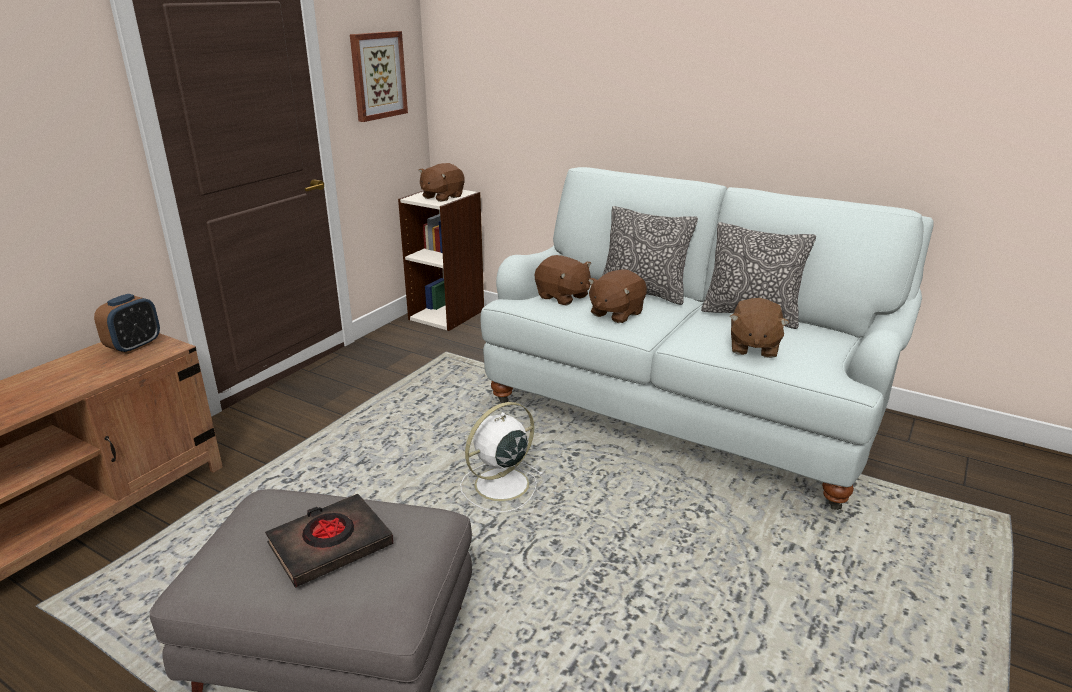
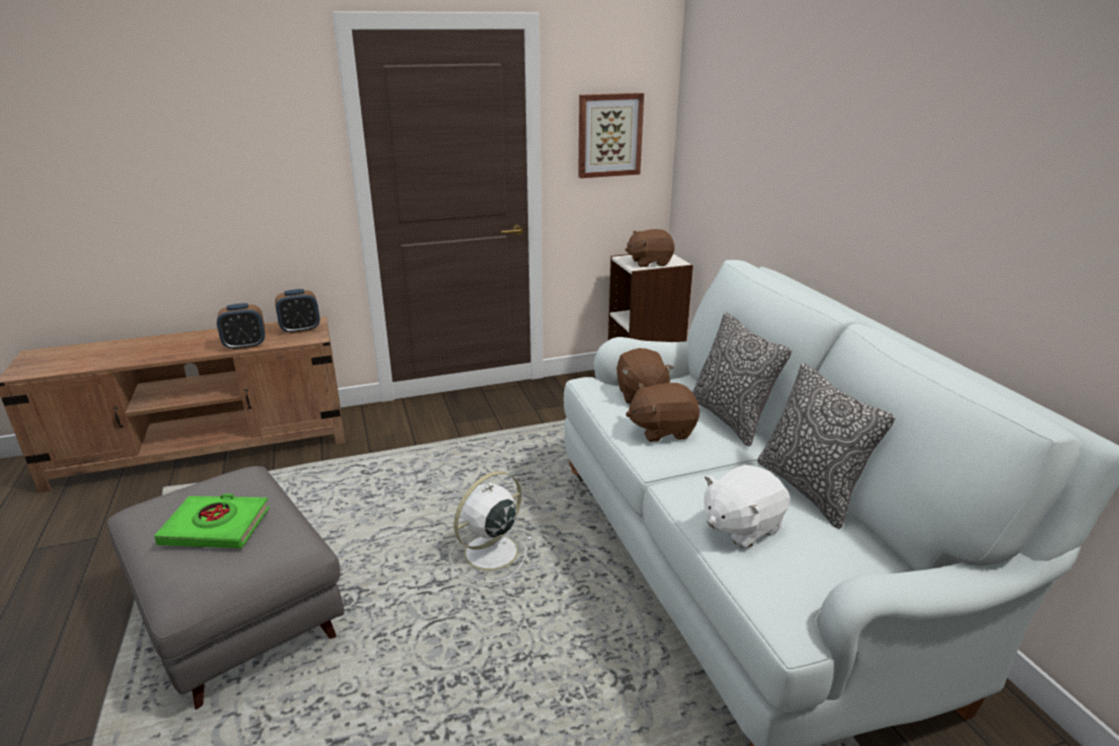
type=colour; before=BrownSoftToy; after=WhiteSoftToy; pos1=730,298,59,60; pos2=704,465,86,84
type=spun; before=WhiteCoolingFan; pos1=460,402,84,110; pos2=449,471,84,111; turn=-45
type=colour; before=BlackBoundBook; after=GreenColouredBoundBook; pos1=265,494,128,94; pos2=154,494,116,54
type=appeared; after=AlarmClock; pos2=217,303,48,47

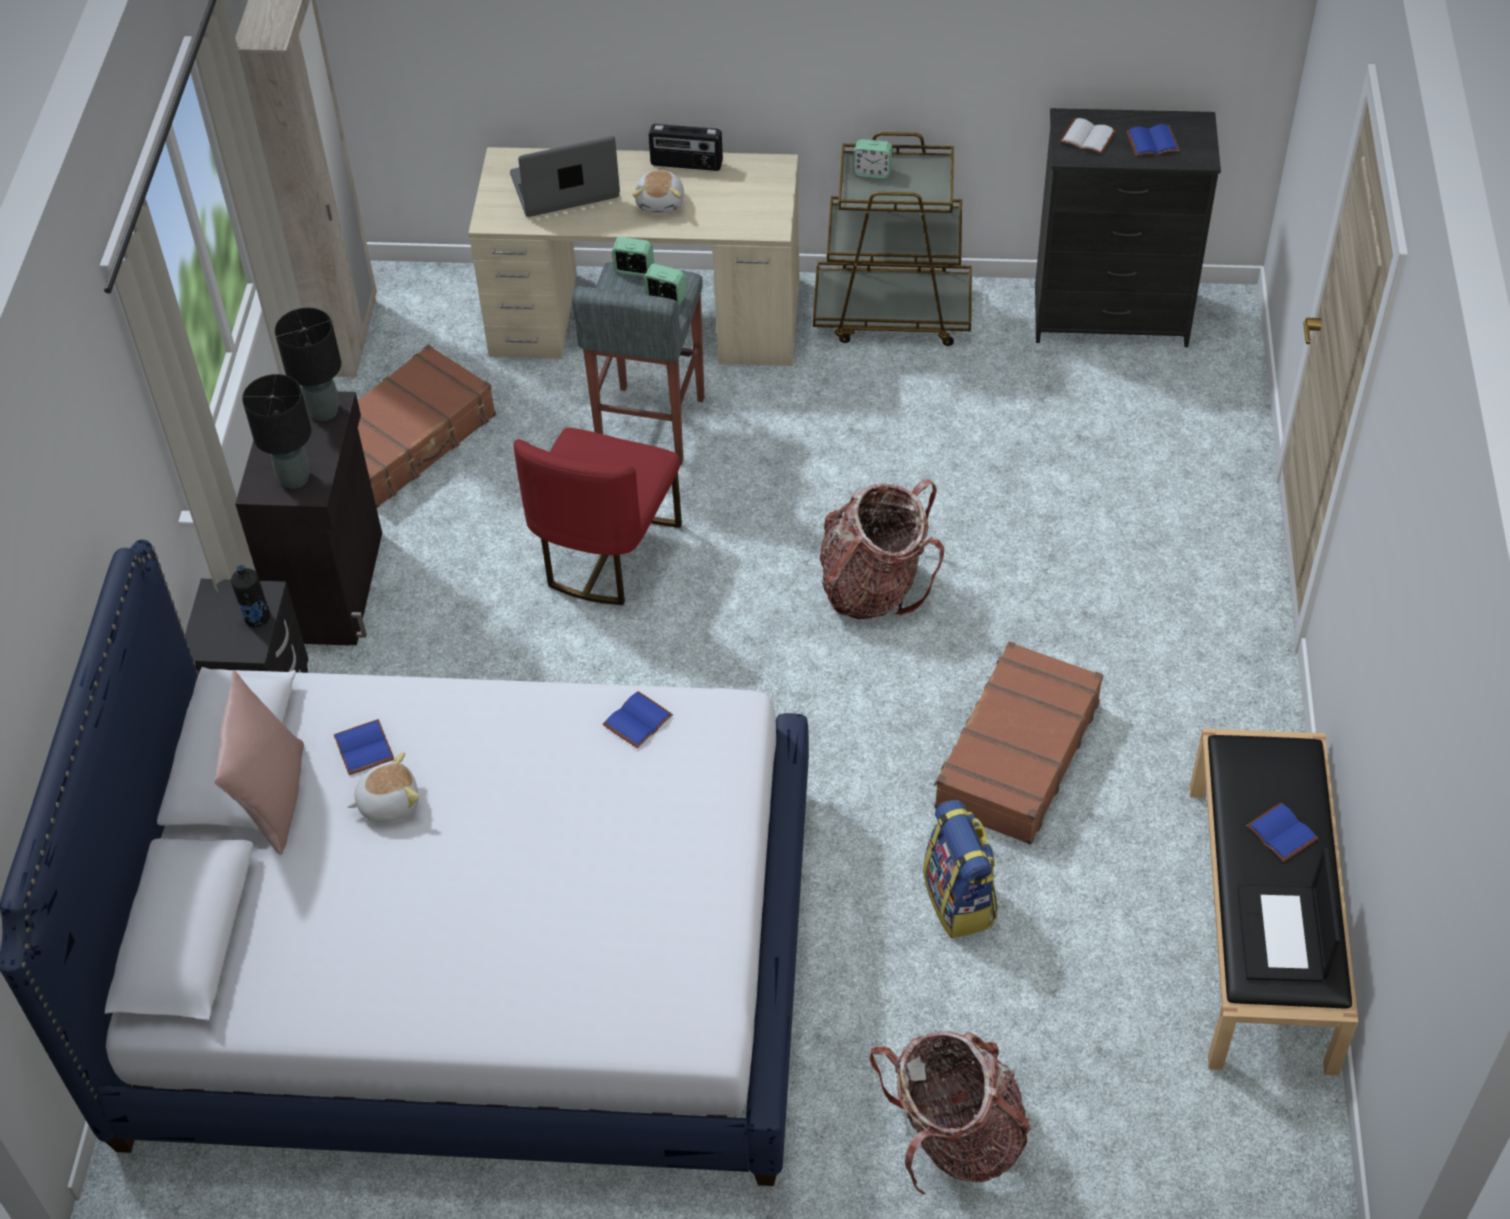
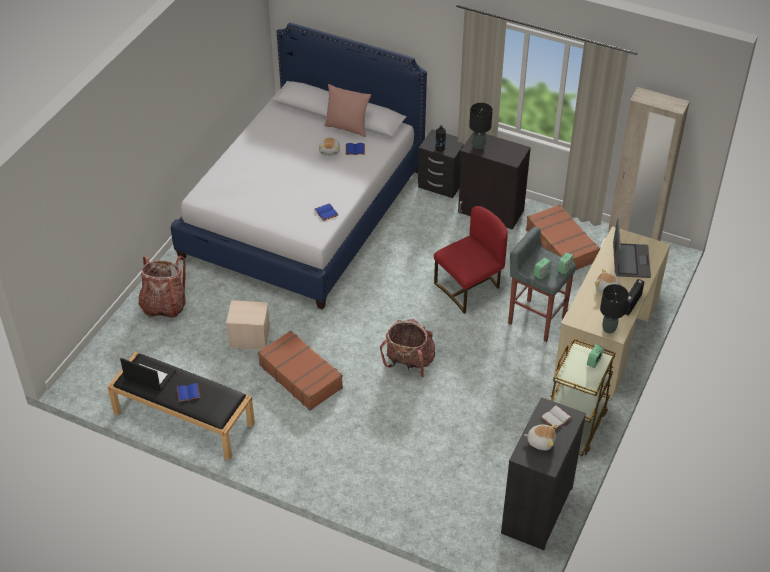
type=exchanged; before=BluishBoundBook; after=SoftToy; pos1=1126,124,54,33; pos2=524,424,33,26
type=relocated; before=BlackTabletopLamp; pos1=275,308,66,113; pos2=600,284,29,49
type=spun; before=RedColouredPlainChair; pos1=513,428,169,177; pos2=434,206,74,108; turn=105
type=exchanged; before=Knapsack; after=SandColouredStorageBox; pos1=923,800,75,138; pos2=226,300,44,50

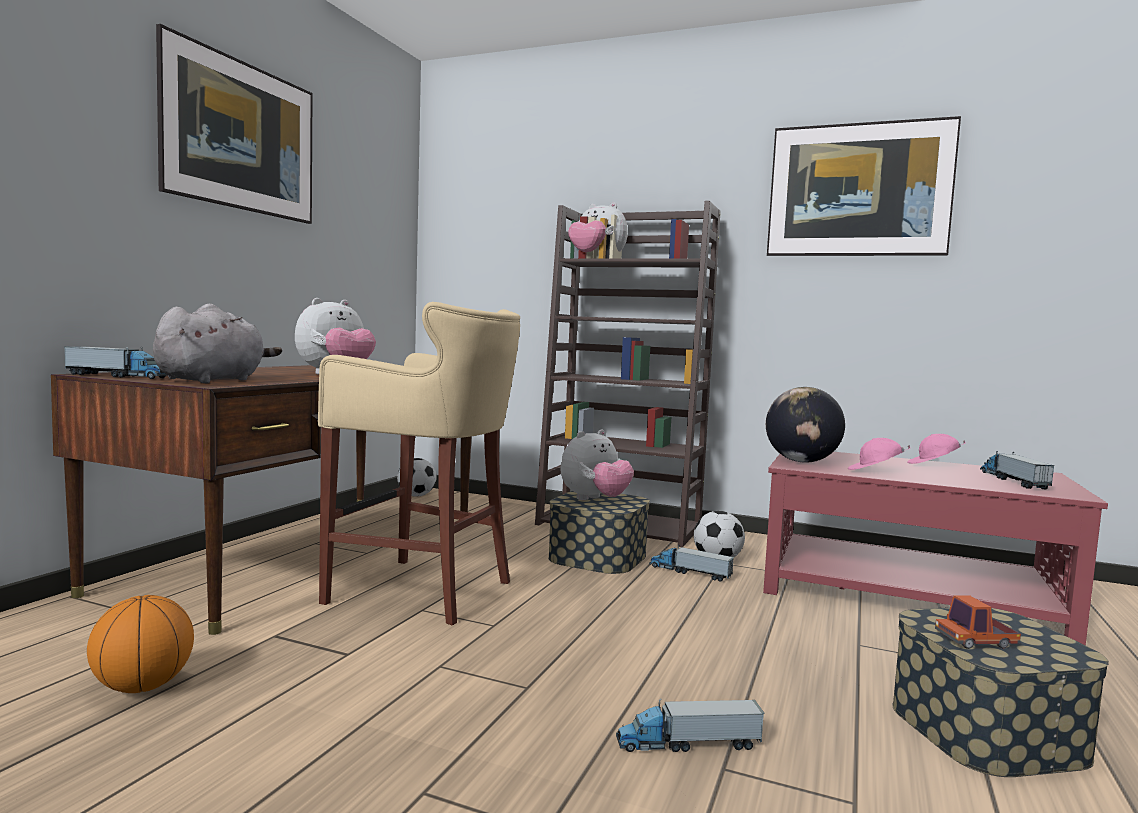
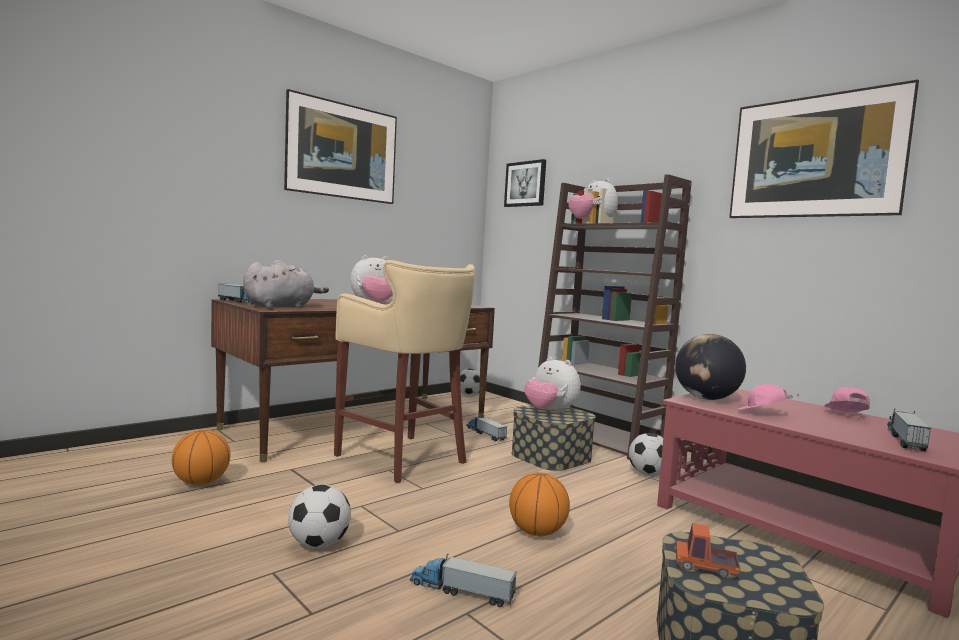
type=spun; before=SoftToy; pos1=560,430,74,70; pos2=524,357,56,56; turn=60
type=spun; before=PinkCap; pos1=907,434,59,30; pos2=824,387,46,25; turn=75
type=relocated; before=ToyLorry; pos1=649,545,85,37; pos2=466,417,41,24
type=appeared; after=WallPicture; pos2=504,159,42,48
type=appeared; after=Basketball; pos2=509,472,61,64
type=appeared; after=BallForFootball; pos2=288,485,63,64

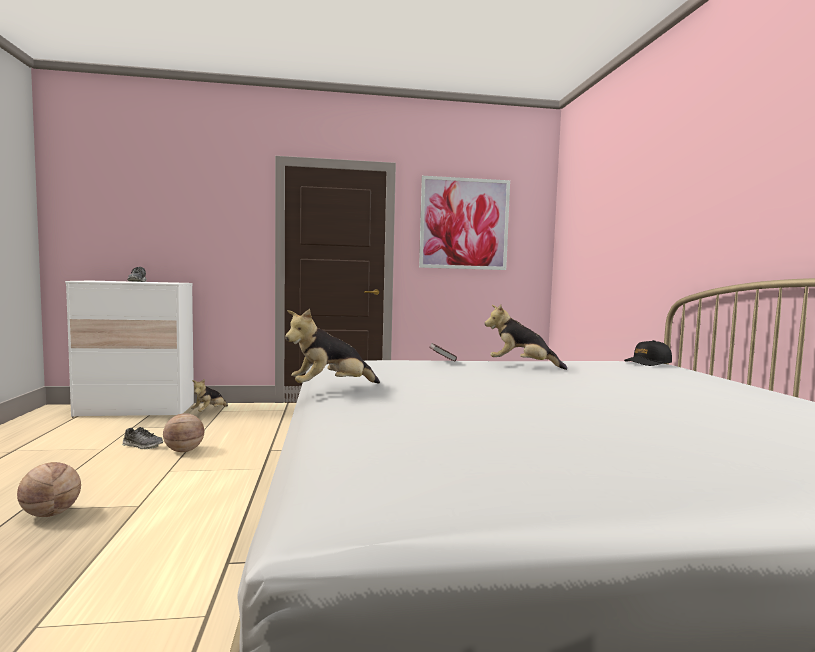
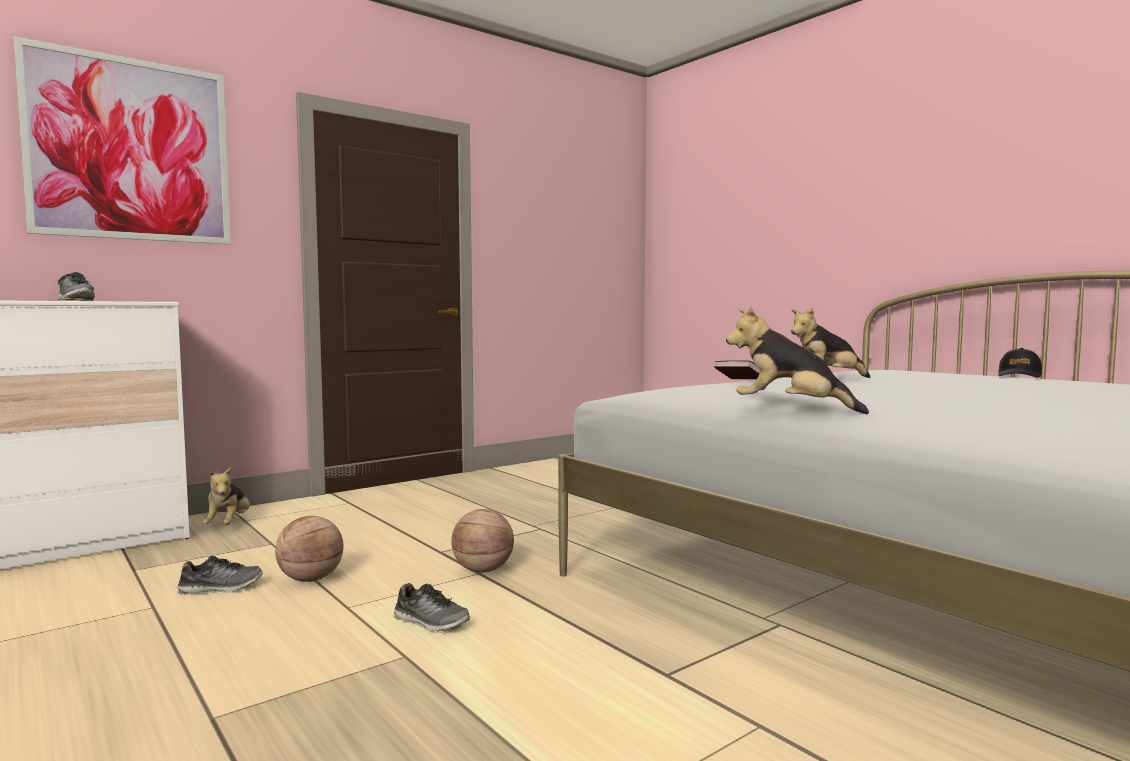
type=relocated; before=WallPicture; pos1=419,176,91,94; pos2=14,36,217,208
type=spun; before=SoftToy; pos1=285,309,95,74; pos2=726,306,143,108; turn=90
type=relocated; before=BlackCap; pos1=624,340,48,26; pos2=998,348,44,30
type=relocated; before=Basketball; pos1=17,462,64,55; pos2=451,509,63,64
type=appeared; after=LowShoe; pos2=393,583,78,50

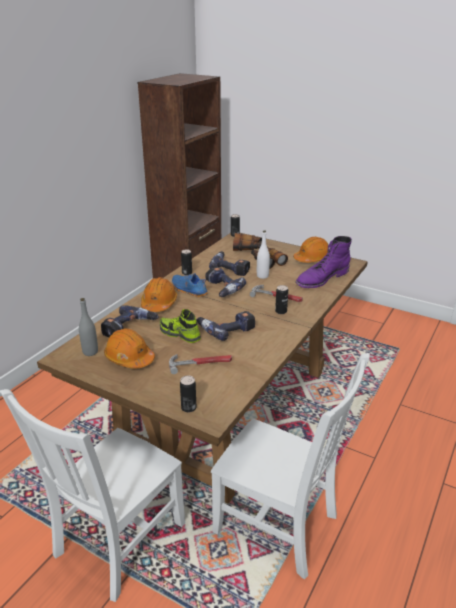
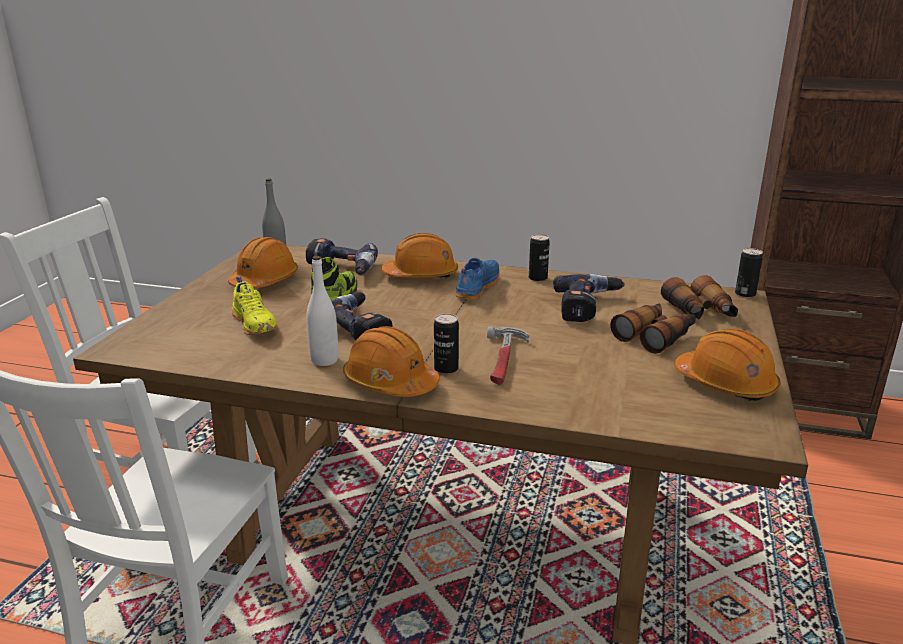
type=relocated; before=WhiteBottle; pos1=257,231,13,48; pos2=306,256,32,110
type=missing; before=PurplishTallBoot; pos1=295,236,57,52
type=missing; before=PowerDrill; pos1=205,267,41,30
type=exchanged; before=HandHammer; after=YellowishLowShoe; pos1=169,354,63,20; pos2=232,277,46,58
type=missing; before=SealedCan; pos1=180,376,16,36
type=appeared; after=OrangeSafetyHelmet; pos2=343,326,97,71

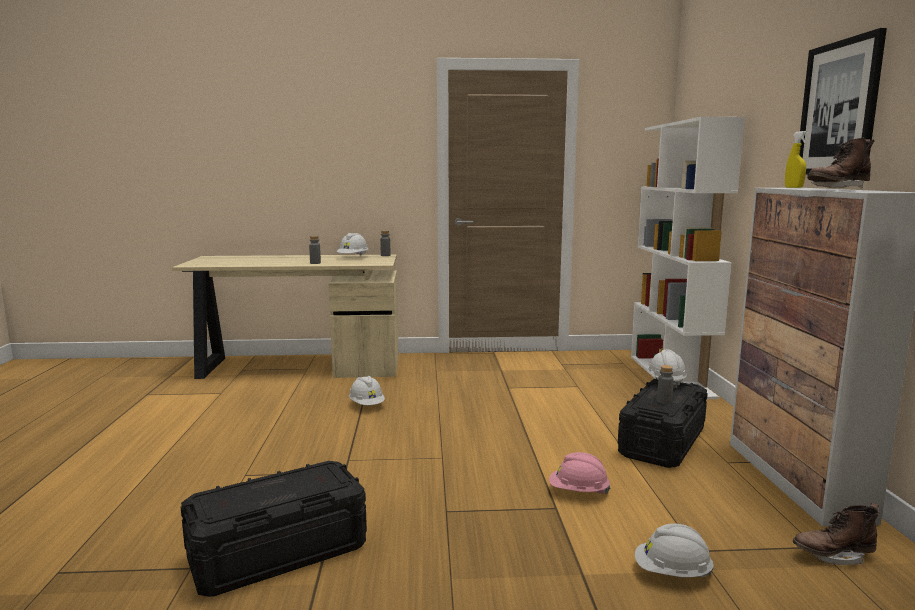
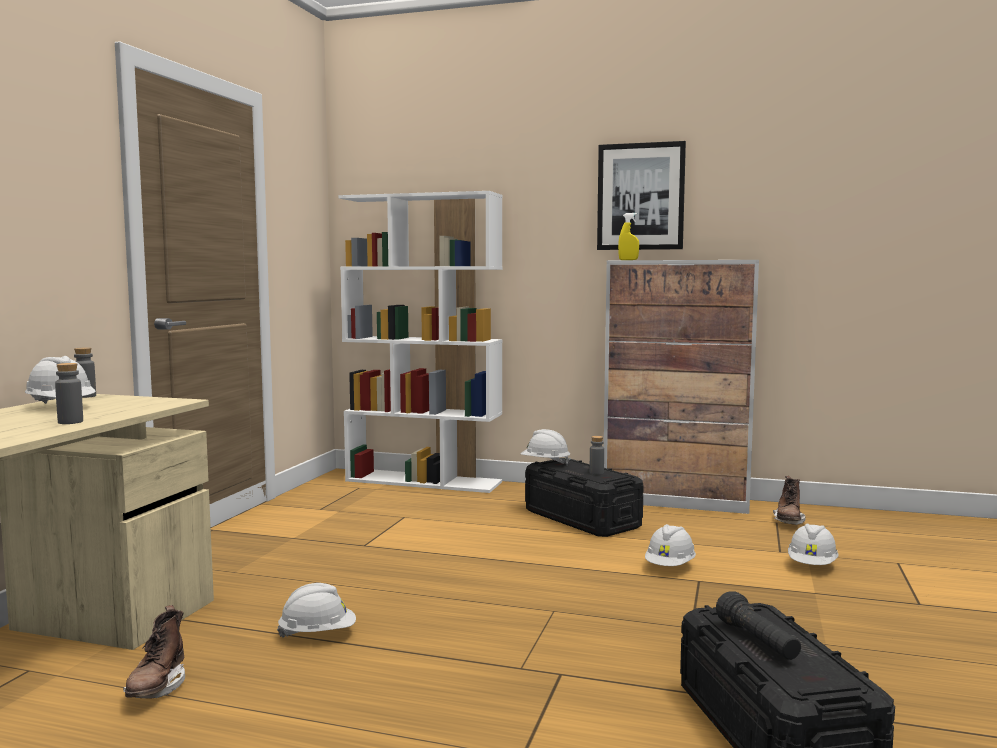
type=relocated; before=BrownTallBoot; pos1=807,138,67,52; pos2=123,605,62,94
type=colour; before=PinkSafetyHelmet; after=WhiteSafetyHelmet; pos1=549,452,61,42; pos2=645,524,51,42
type=appeared; after=BlackTorch; pos2=716,591,85,69

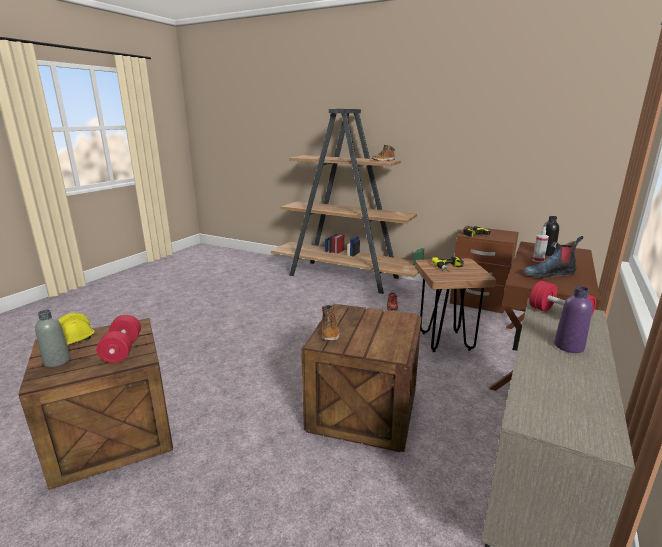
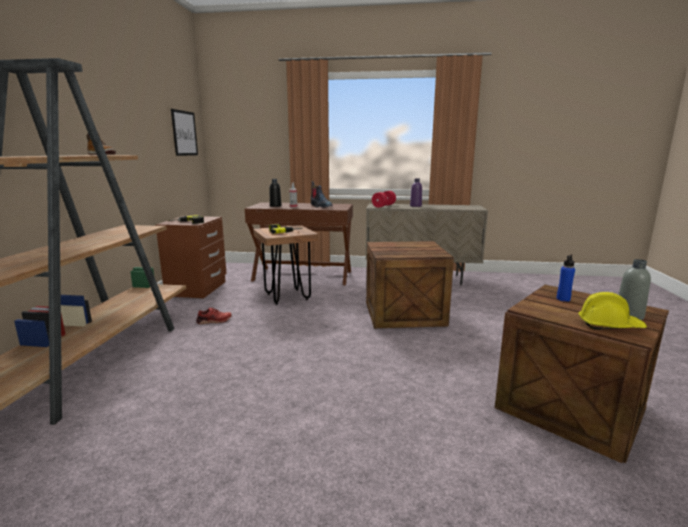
type=missing; before=TallBoot; pos1=322,305,17,36
type=exchanged; before=RedColouredHandWeight; after=BluishBottle; pos1=96,315,45,48; pos2=557,254,18,48
type=appeared; after=WallPicture; pos2=171,109,27,47

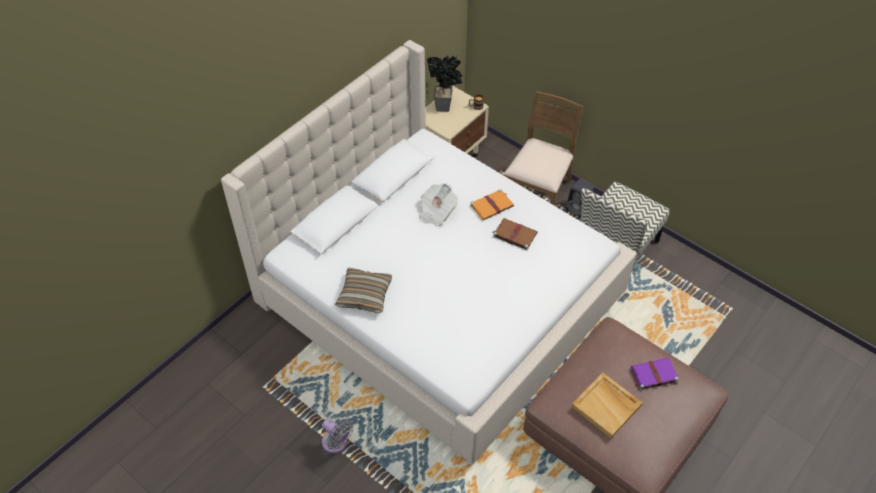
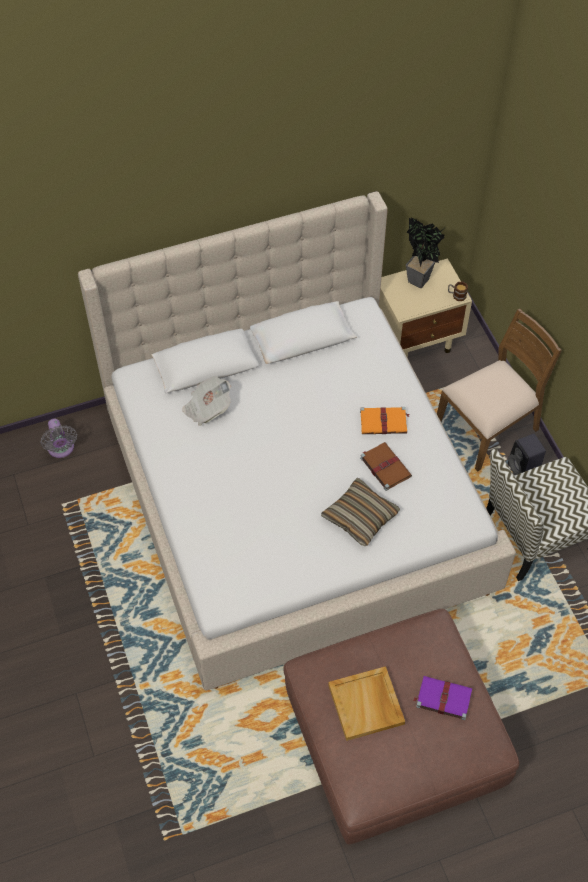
type=relocated; before=Newspaper; pos1=419,183,39,42; pos2=182,376,49,50
type=relocated; before=Cushion; pos1=335,268,57,45; pos2=321,478,79,68
type=relocated; before=GrayCoolingFan; pos1=322,419,32,34; pos2=40,419,37,39

